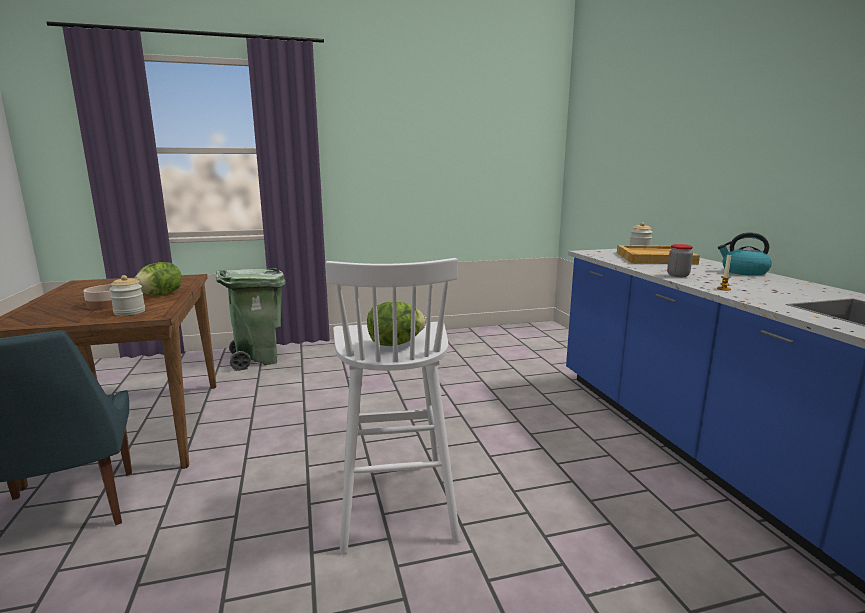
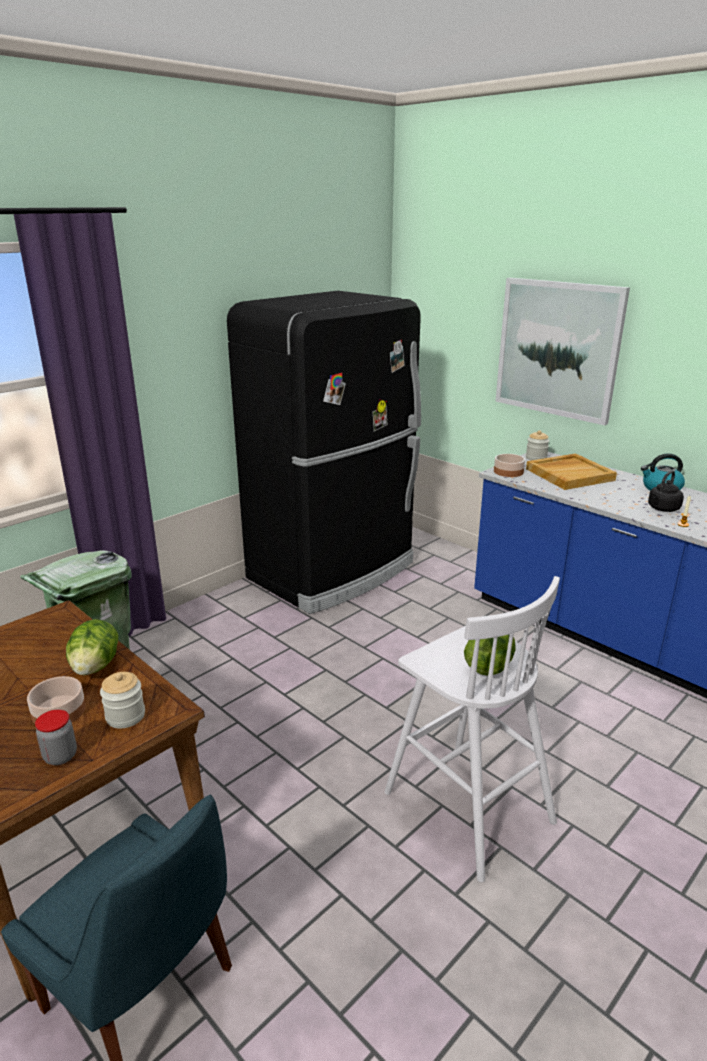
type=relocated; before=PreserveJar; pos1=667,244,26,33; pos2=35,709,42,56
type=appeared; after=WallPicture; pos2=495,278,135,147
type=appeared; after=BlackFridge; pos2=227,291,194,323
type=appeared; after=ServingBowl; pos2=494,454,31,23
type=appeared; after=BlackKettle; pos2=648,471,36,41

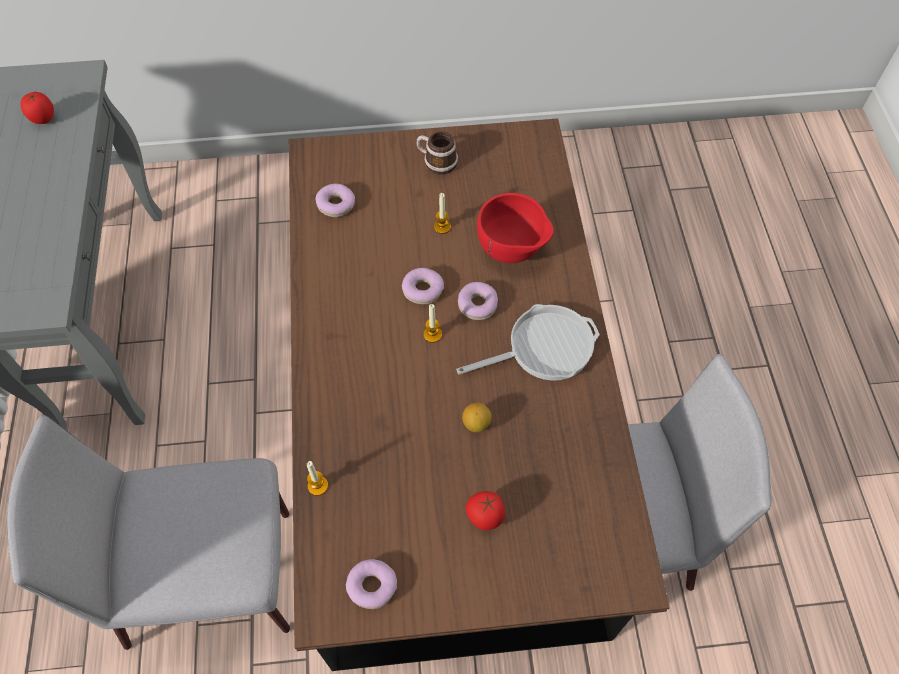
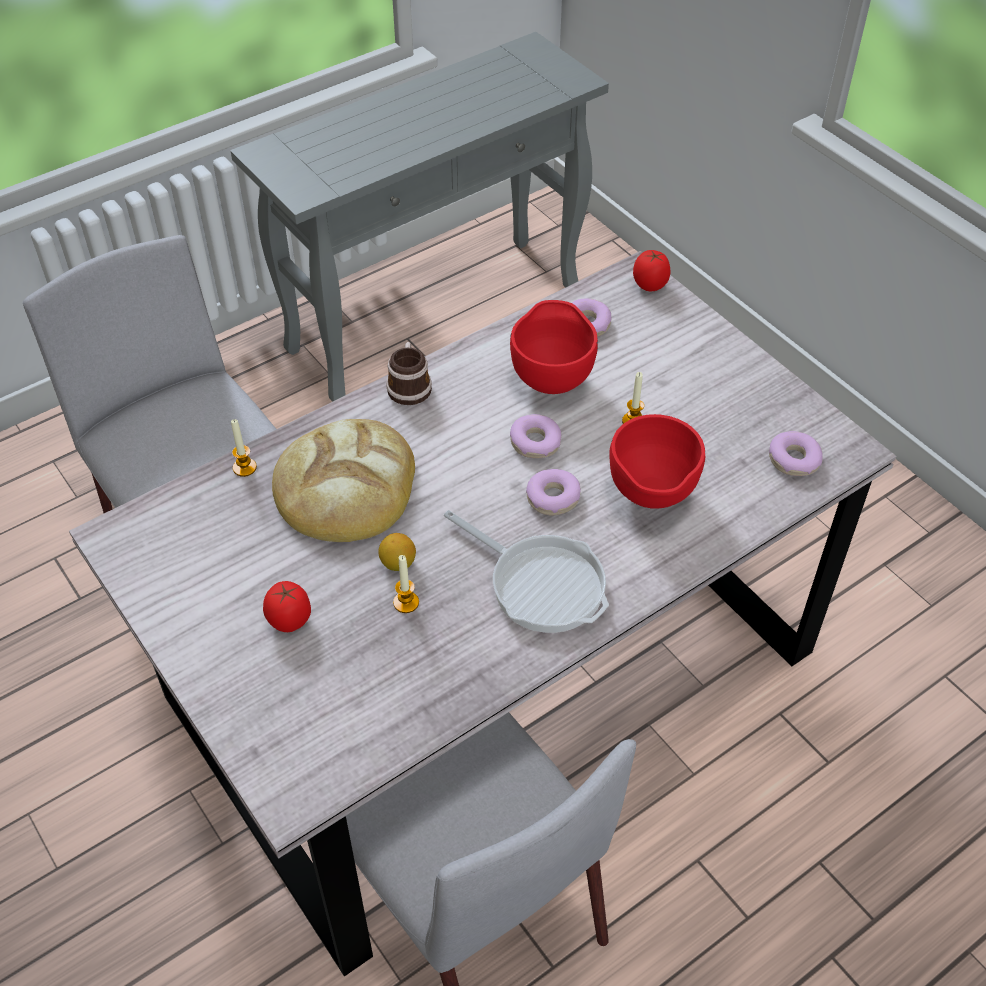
type=relocated; before=WholeTomato; pos1=21,92,33,32; pos2=633,250,38,41
type=colour; before=BrownDinnerTable; after=GrayDinnerTable; pos1=289,118,381,553; pos2=69,251,827,725
type=relocated; before=Mug; pos1=417,132,41,43; pos2=386,342,46,63
type=relocated; before=WaxLight; pos1=423,304,19,39; pos2=393,555,26,58
type=relocated; before=RingDoughnut; pos1=346,559,51,50; pos2=769,431,54,45
type=appeared; after=RedColouredServingBowl; pos2=510,300,88,94
type=appeared; after=BakeryBread; pos2=272,419,143,123

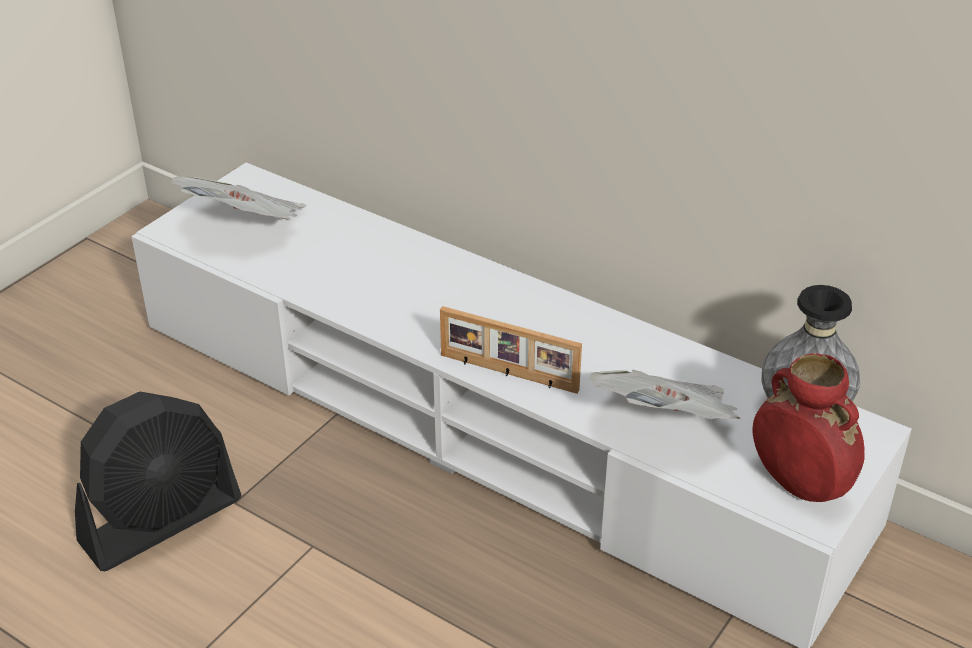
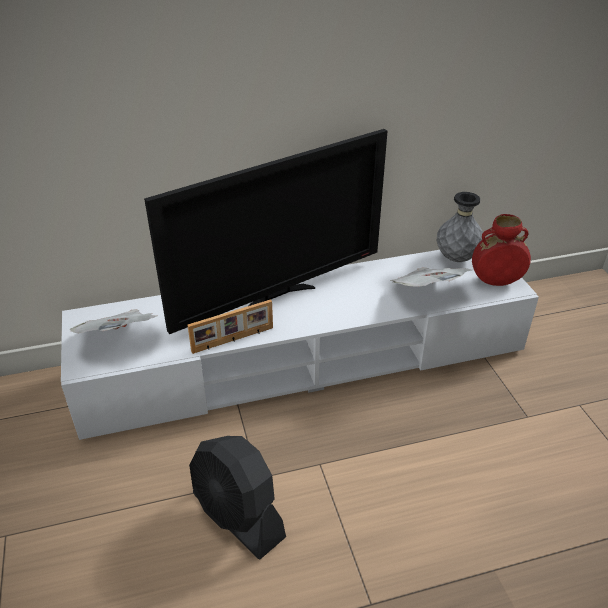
type=relocated; before=PhotoFrame; pos1=440,306,142,88; pos2=187,299,86,55
type=spun; before=BlackCoolingFan; pos1=75,391,167,180; pos2=189,436,97,123; turn=135
type=appeared; after=Television; pos2=144,129,244,205

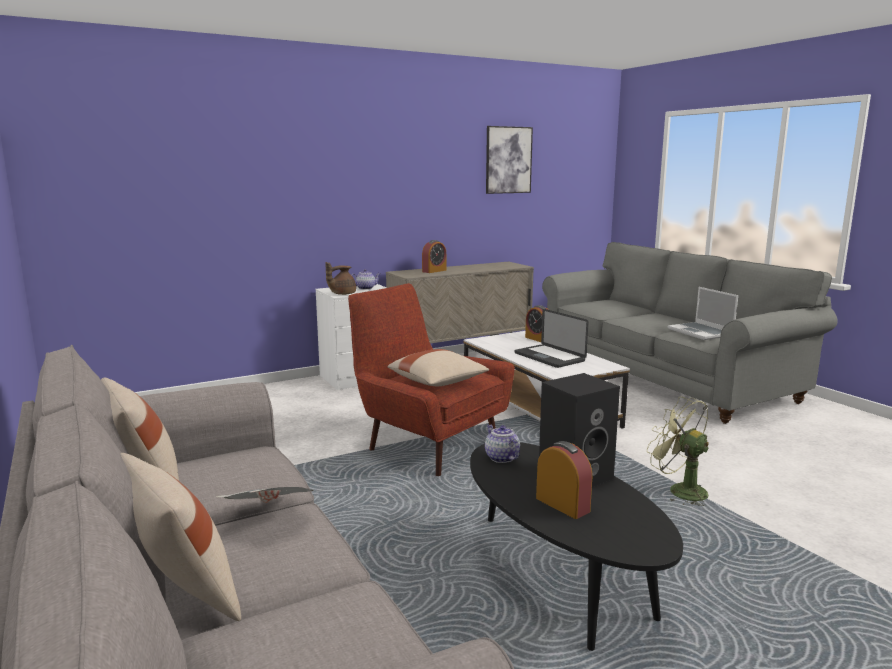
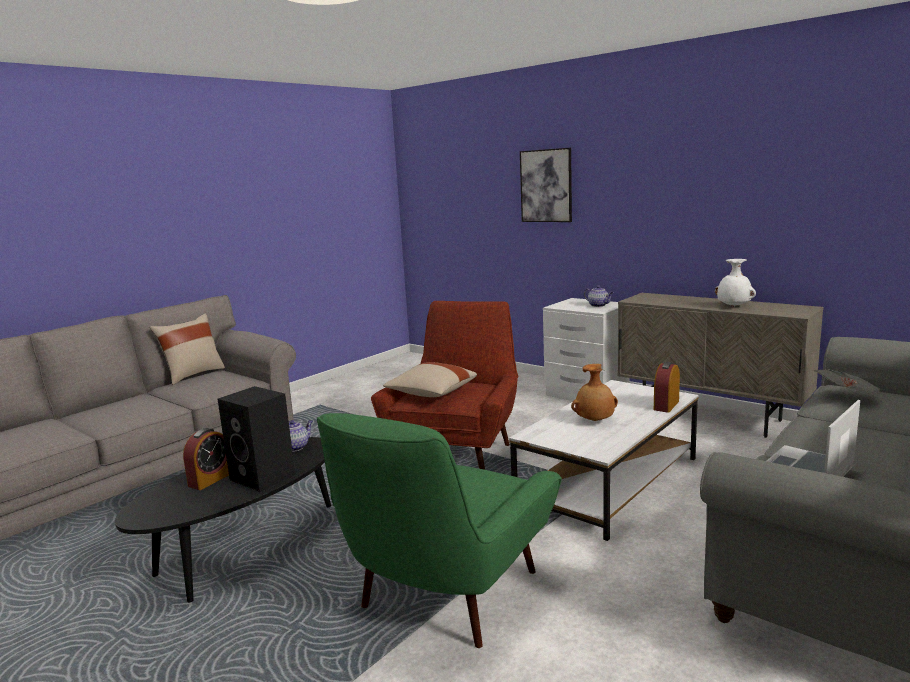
type=relocated; before=WallPicture; pos1=486,126,47,68; pos2=520,148,52,74
type=missing; before=AlarmClock; pos1=422,240,24,33
type=missing; before=BrownTeaPot; pos1=326,262,30,33
type=exchanged; before=PortableComputer; after=BrownFlowerVase; pos1=514,309,75,59; pos2=571,364,47,57
type=exchanged; before=GreenColouredCoolingFan; after=GreenColouredLoungeChair; pos1=647,397,62,109; pos2=317,413,245,235
type=missing; before=SandColouredCushion; pos1=120,453,121,168
type=relocated; before=Newspaper; pos1=216,487,98,16; pos2=813,370,67,23
type=appeared; after=WhiteFlowerVase; pos2=715,259,41,48

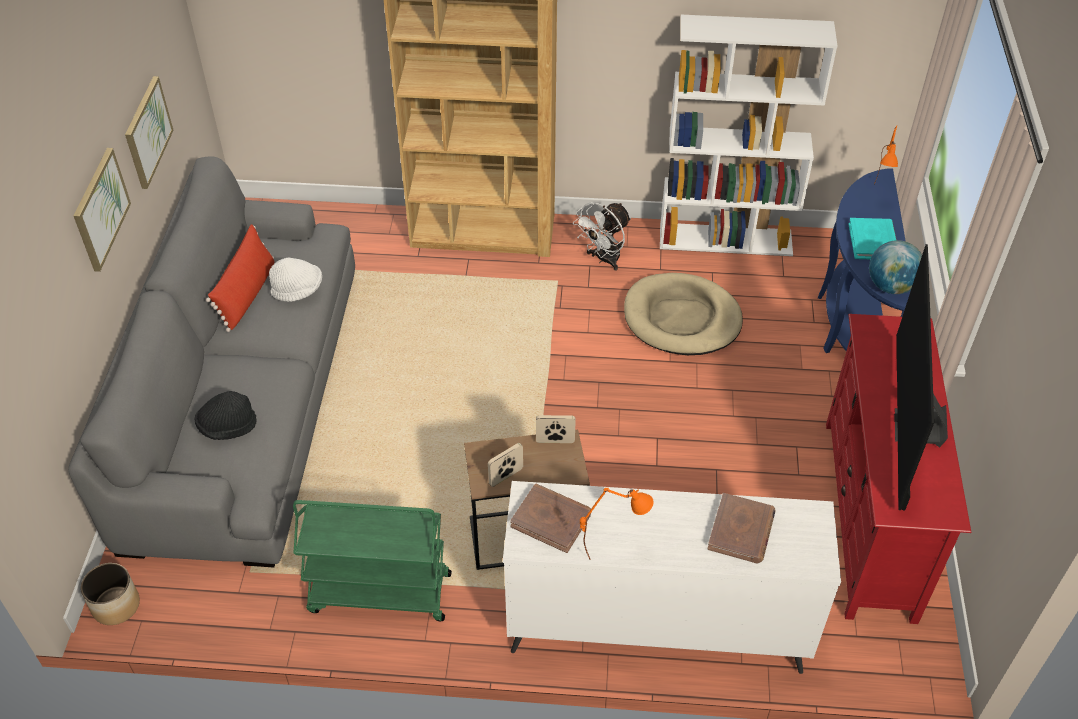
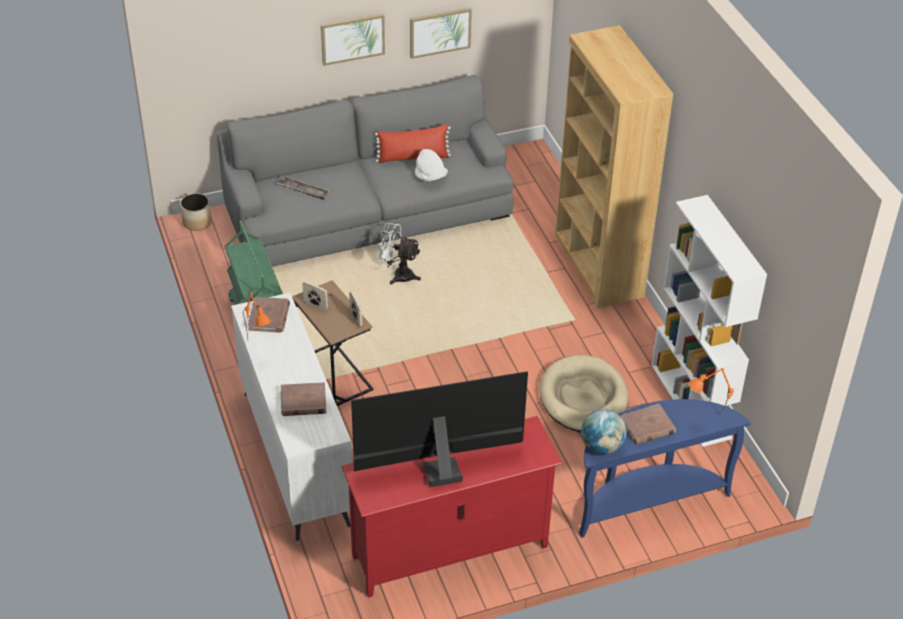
type=relocated; before=WhiteCoolingFan; pos1=573,202,58,69; pos2=376,223,45,61
type=colour; before=TurquoiseBoundBook; after=BrownBoundBook; pos1=848,218,49,41; pos2=620,404,56,41
type=exchanged; before=BlackWearableHat; after=CarryingTray; pos1=194,391,63,49; pos2=277,176,53,24

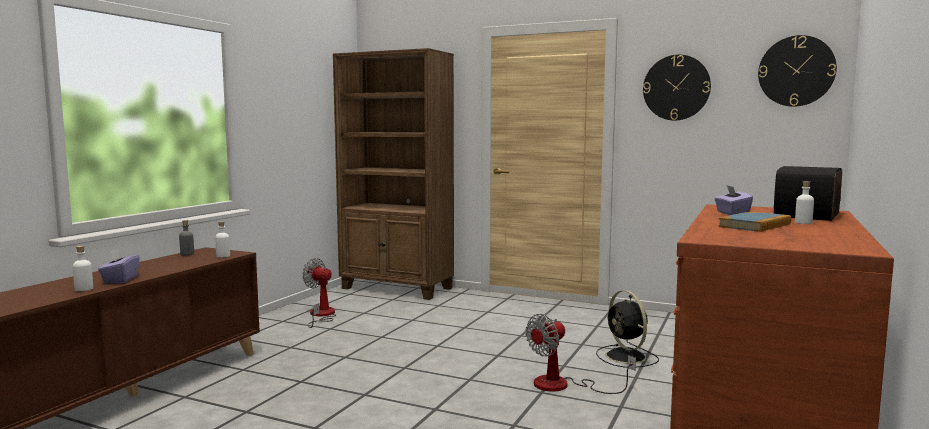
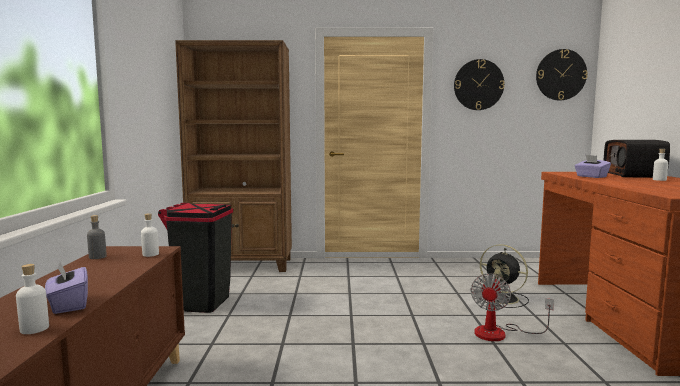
type=missing; before=BoundBook; pos1=718,212,73,20
type=exchanged; before=CoolingFan; after=BlackWasteBin; pos1=302,258,34,70; pos2=158,203,75,110

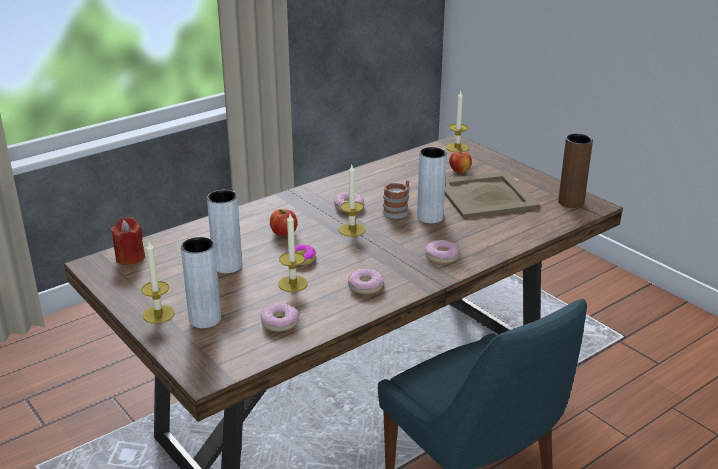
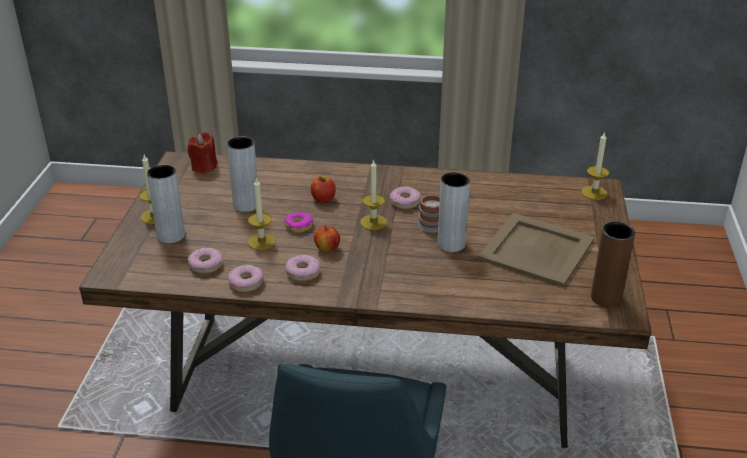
type=relocated; before=Apple; pos1=449,150,23,23; pos2=314,225,26,27
type=relocated; before=RingDoughnut; pos1=425,240,35,24; pos2=228,264,36,28

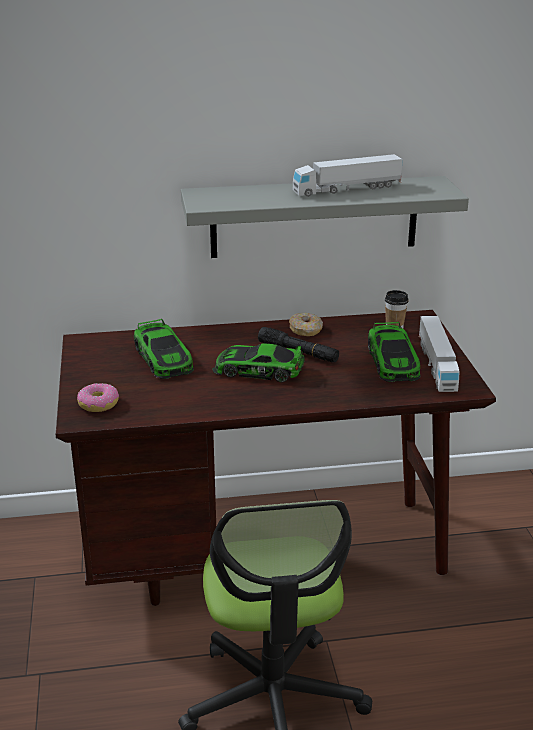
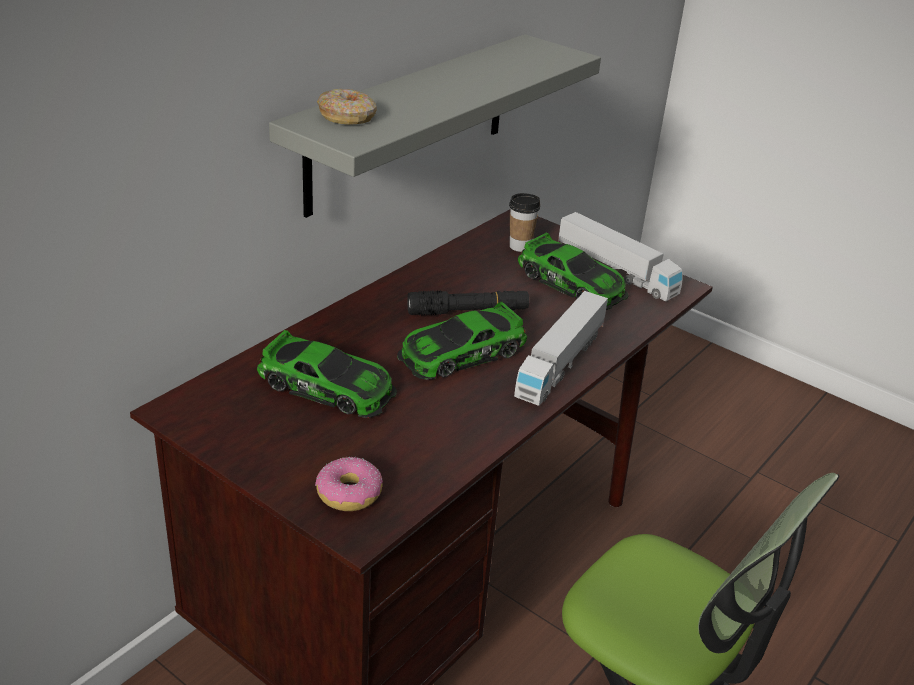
type=relocated; before=ToyLorry; pos1=293,154,110,43; pos2=514,291,94,115
type=relocated; before=RingDoughnut; pos1=289,313,34,23; pos2=317,89,60,36

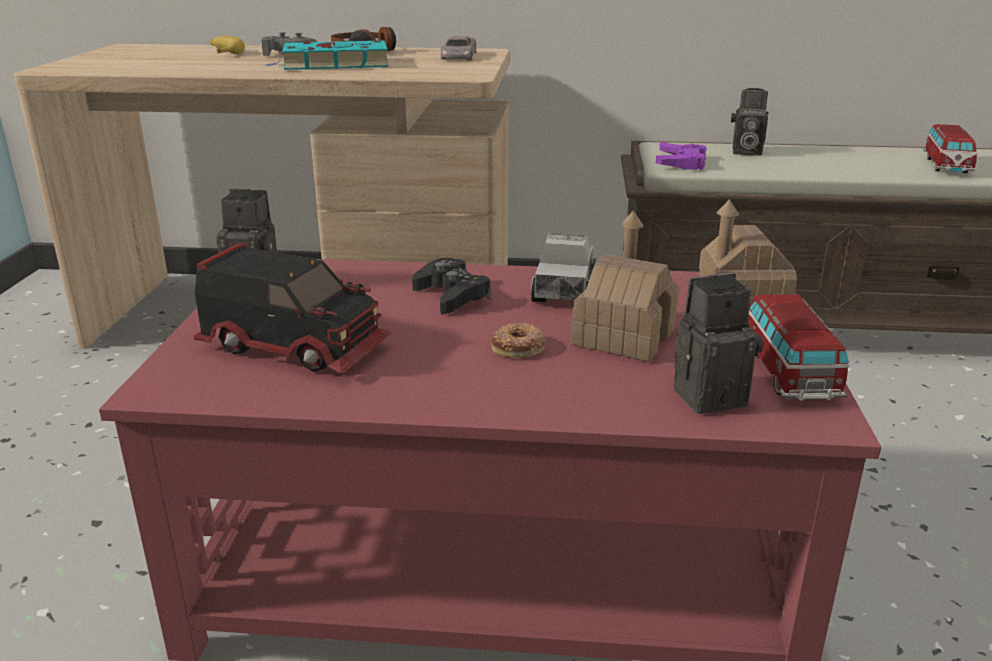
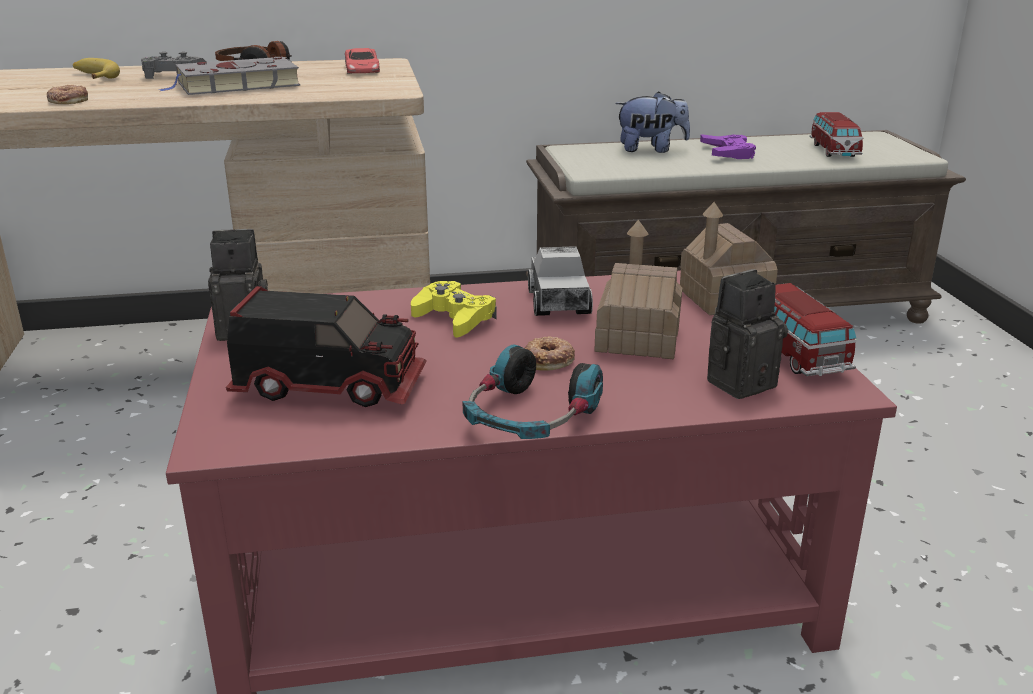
type=colour; before=GrayModelCar; after=RedColouredModelCar; pos1=441,36,35,23; pos2=345,48,35,26
type=colour; before=TurquoiseBoundBook; after=GrayBoundBook; pos1=265,40,123,30; pos2=159,57,141,38
type=exchanged; before=PhotoCamera; after=SoftToy; pos1=731,88,37,68; pos2=615,91,75,62
type=relocated; before=PurplishGamepad; pos1=656,142,51,28; pos2=700,134,56,25
type=colour; before=BlackGamepad; after=YellowishGamepad; pos1=412,258,79,56; pos2=411,281,86,57
type=appeared; after=RingDoughnut; pos2=47,85,41,19
type=appeared; after=Headset; pos2=462,345,141,94

